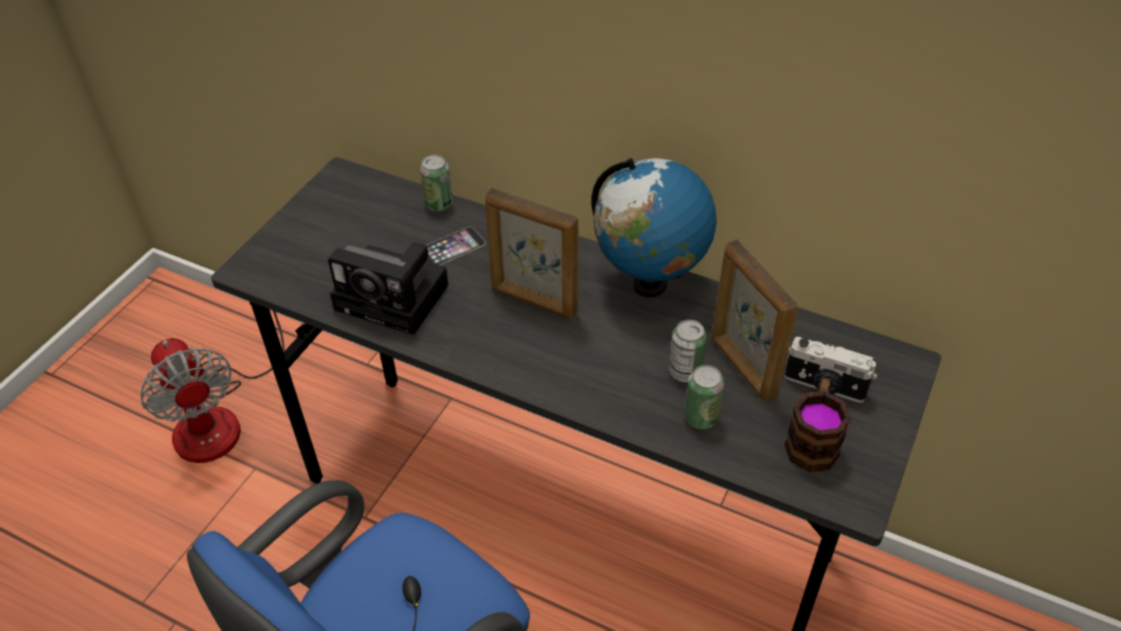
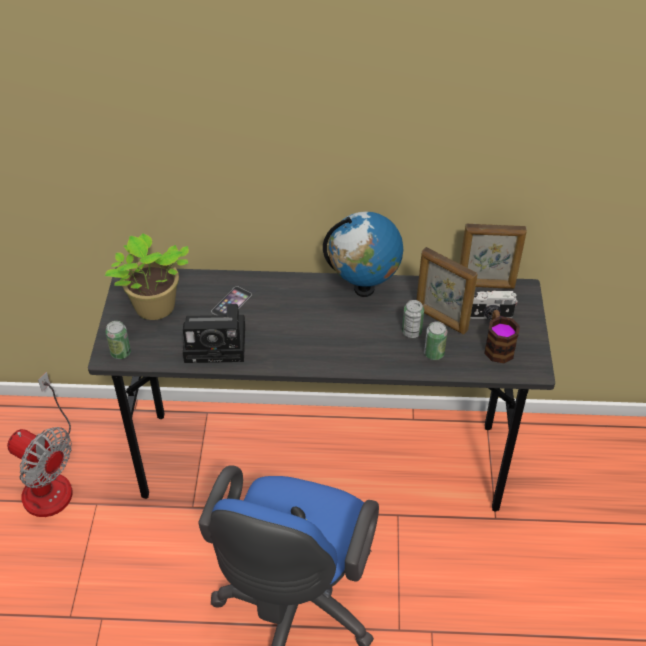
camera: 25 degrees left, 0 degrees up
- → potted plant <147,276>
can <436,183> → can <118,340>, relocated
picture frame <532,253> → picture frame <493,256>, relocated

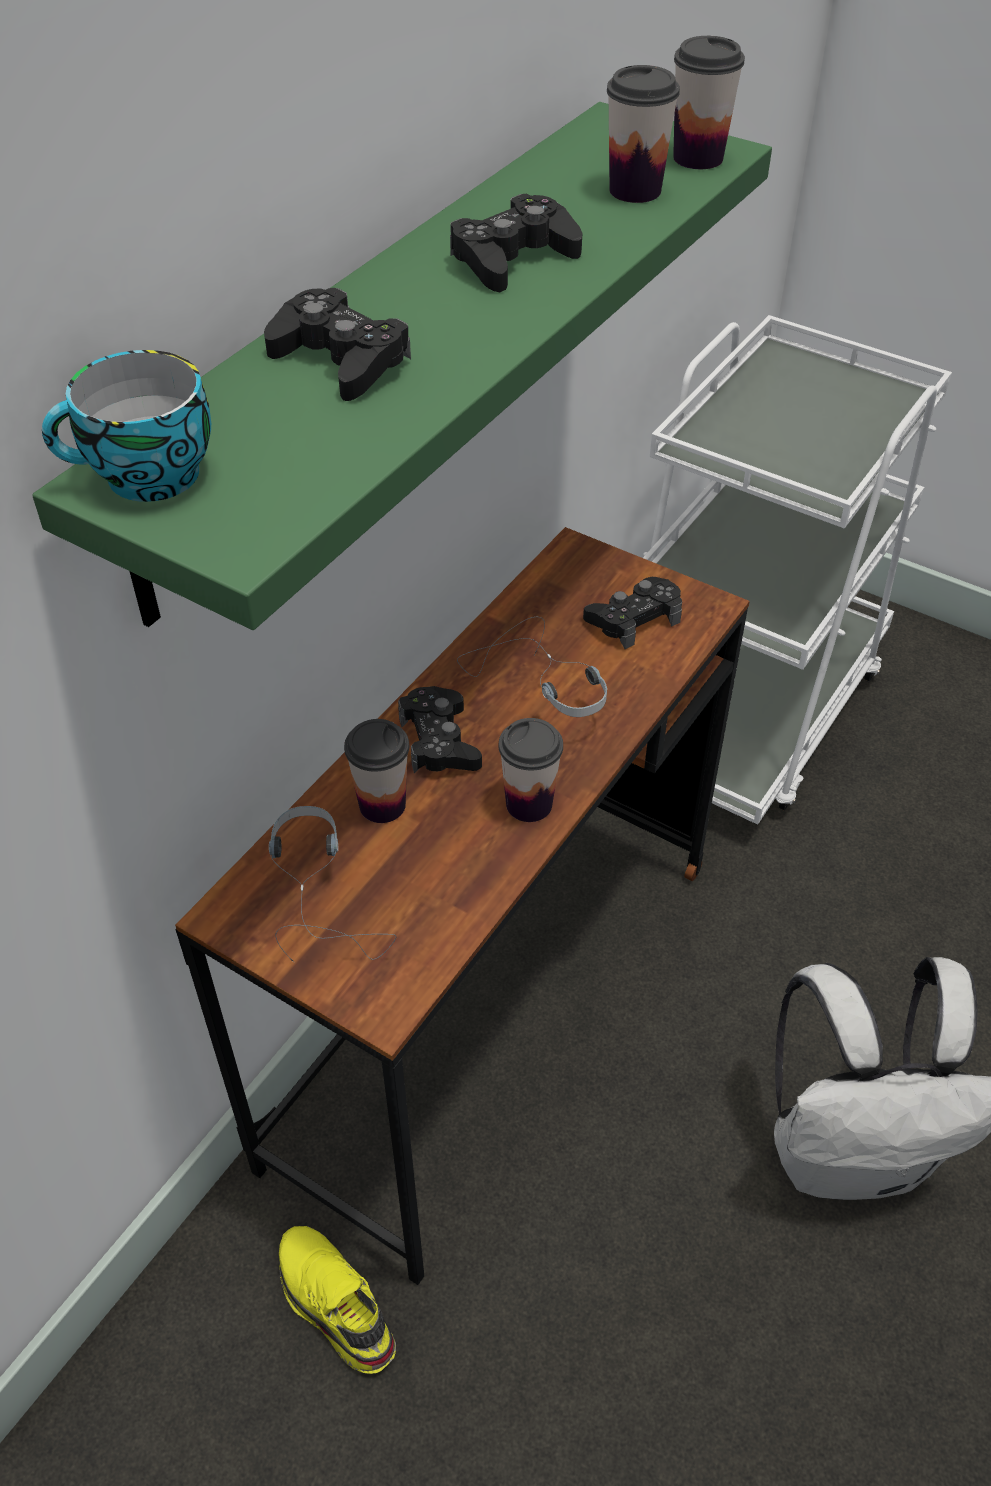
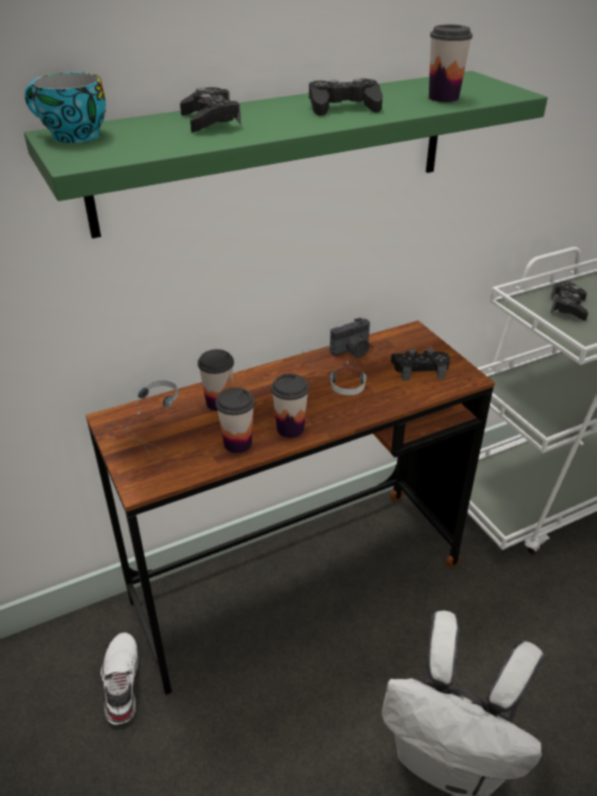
camera: 30 degrees right, 10 degrees down
- → photo camera <350,338>
black game controller <440,730> → black game controller <569,301>, relocated
cup <709,102> → cup <235,420>, relocated
yellow shoe <337,1300> → white shoe <120,679>

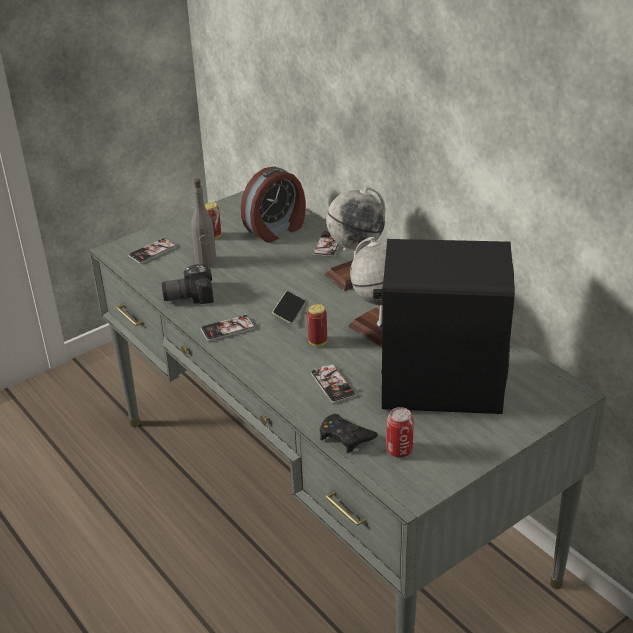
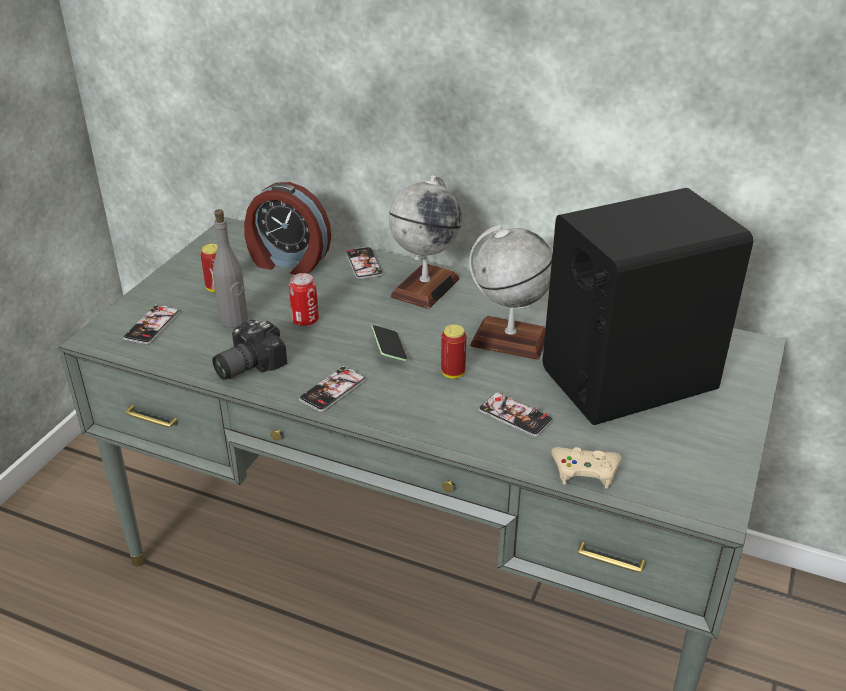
camera: 30 degrees left, 0 degrees up
can <400,432> → can <304,299>, relocated
black game controller <349,433> → beige game controller <586,468>
alarm clock <273,204> → alarm clock <287,228>, 90 degrees clockwise

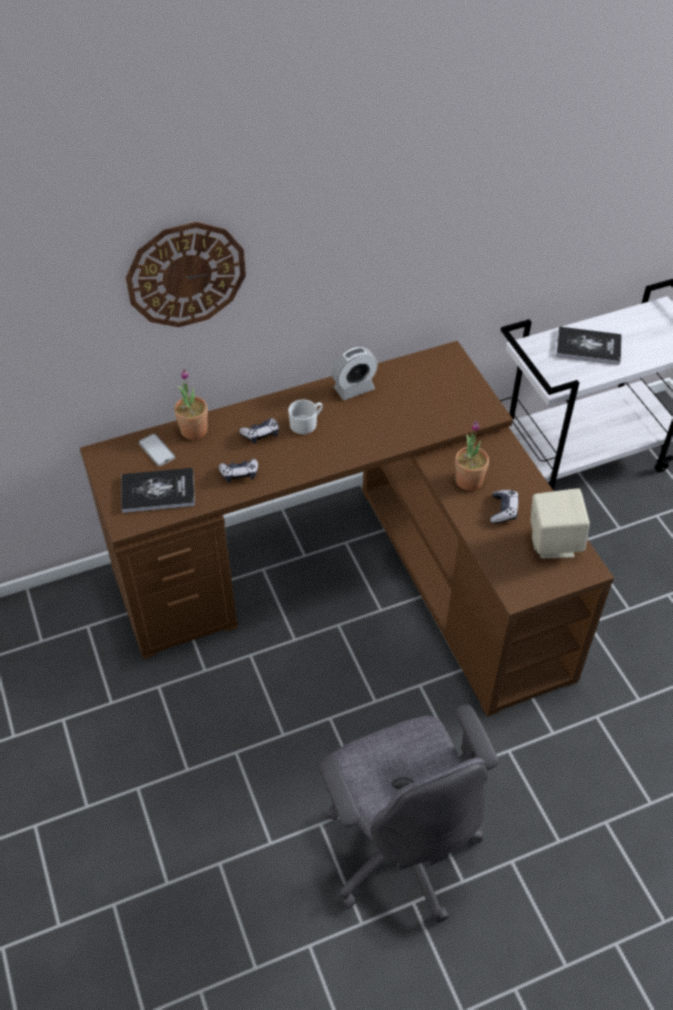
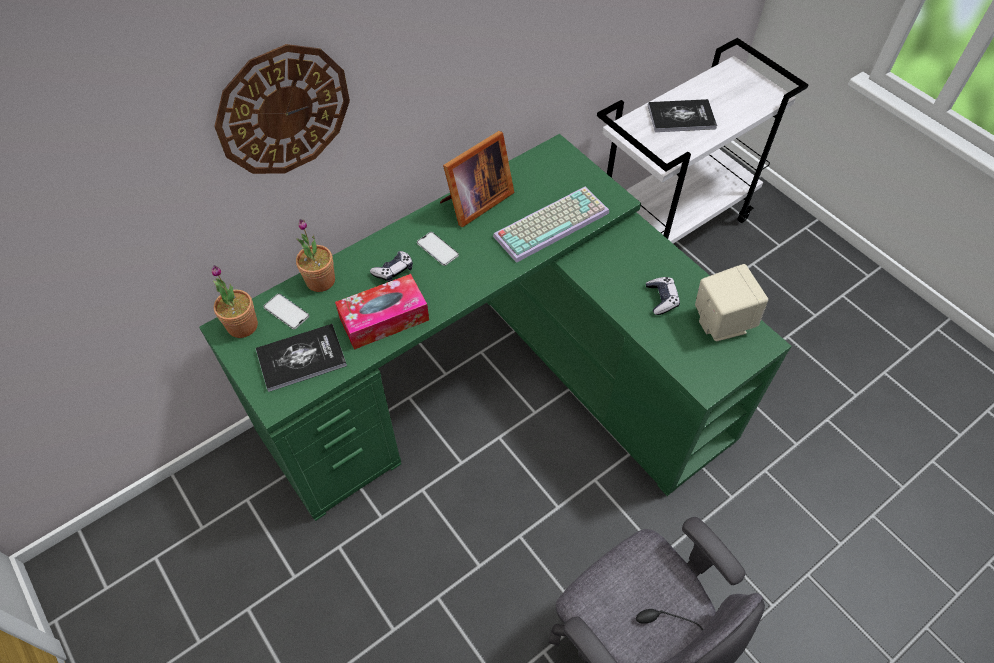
camera: 15 degrees left, 5 degrees up
- → keyboard <551,225>
potted plant <472,456> → potted plant <234,301>, relocated
game controller <238,470> → tissue box <382,312>
white mug <305,416> → phone <438,249>
alarm clock <355,373> → picture frame <477,179>
brown desk <347,529> → green desk <495,327>

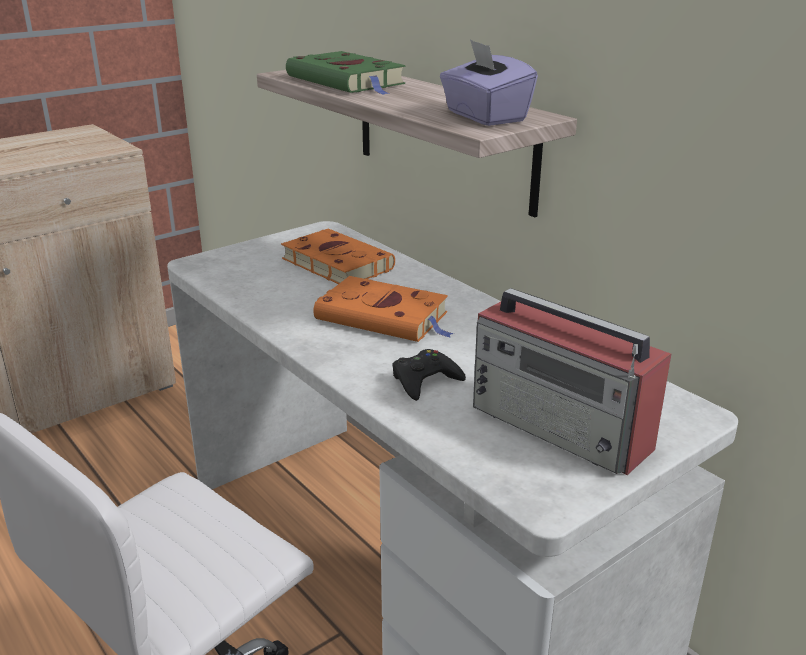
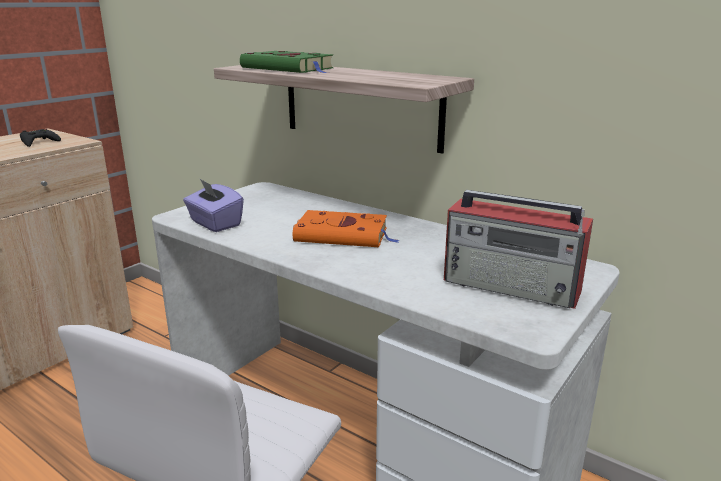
camera: 15 degrees left, 5 degrees down
orange book <338,256> → -
black game controller <429,375> → black game controller <40,138>, relocated
purple tissue box <489,82> → purple tissue box <213,205>, relocated

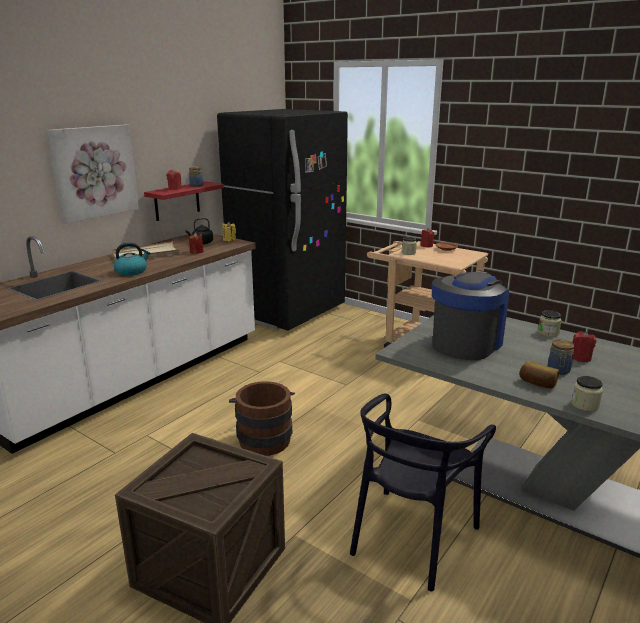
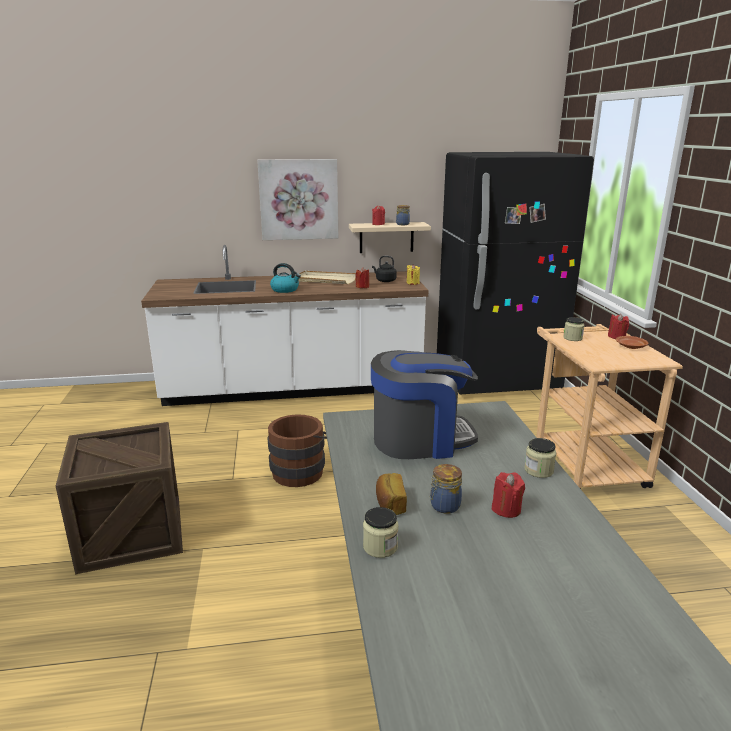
camera: 45 degrees right, 0 degrees up
black chair <423,492> → -
red shelf <184,201> → beige shelf <390,237>

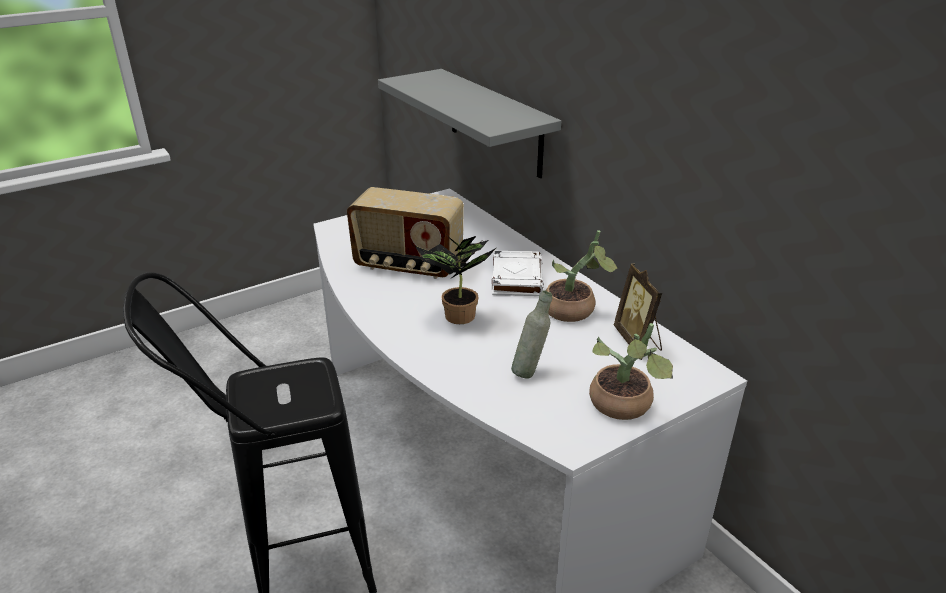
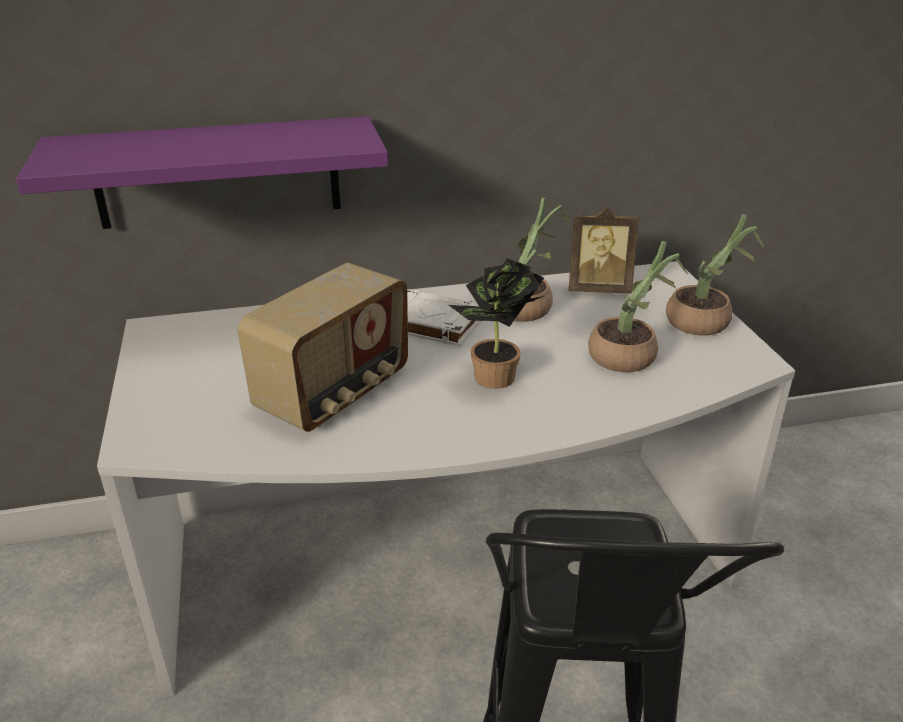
camera: 70 degrees left, 0 degrees up
grey bottle <531,334> → potted plant <638,306>
grey shelf <469,123> → purple shelf <202,172>

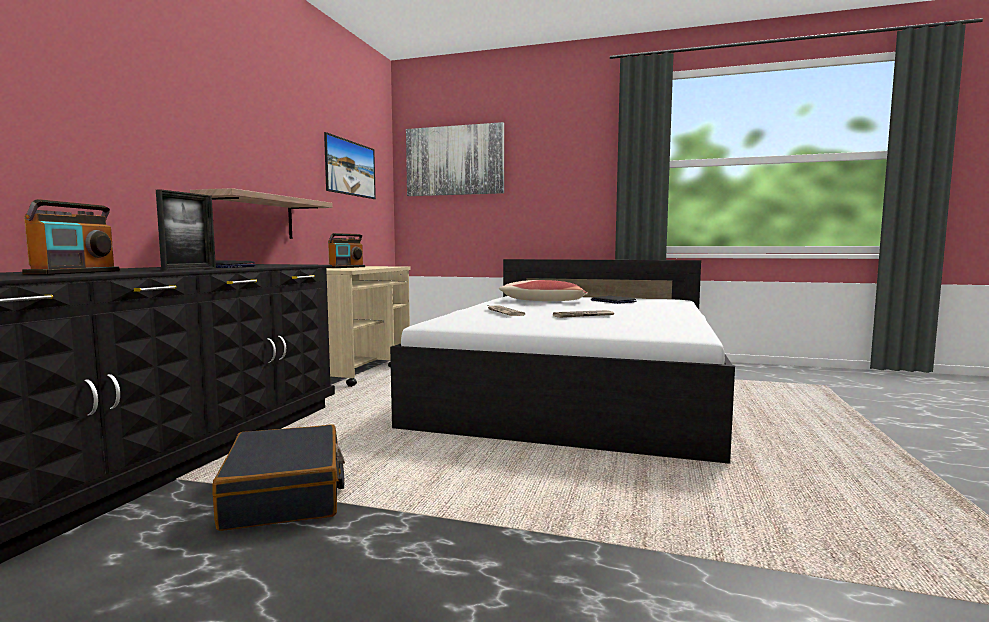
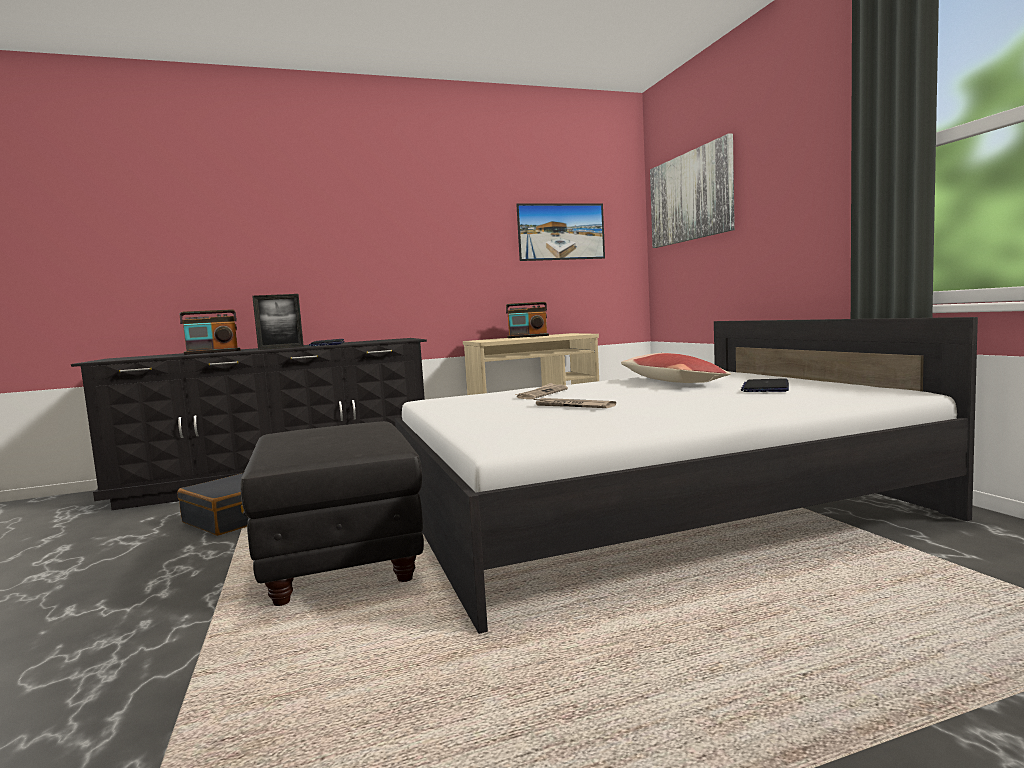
camera: 55 degrees right, 0 degrees up
shelf <261,213> → -
- → black ottoman <332,513>

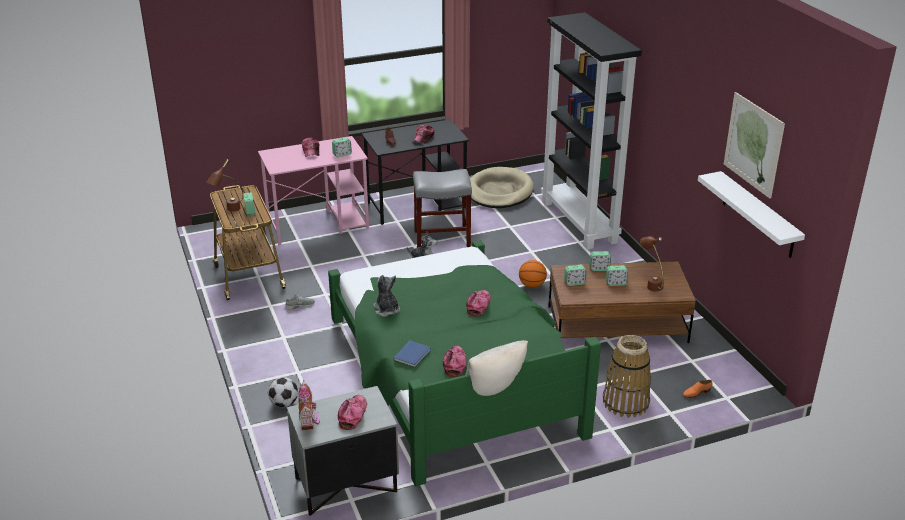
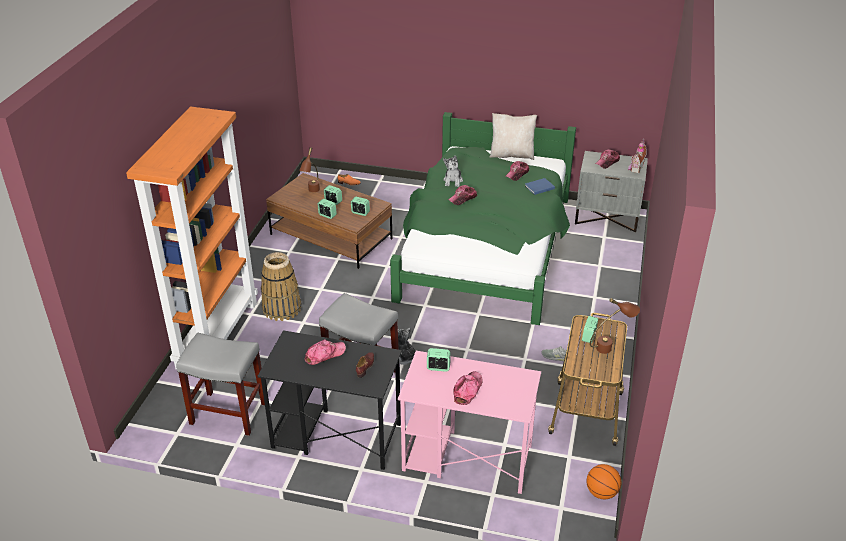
camera: 145 degrees left, 5 degrees up
football <283,392> → -
white shelf <751,214> → -
picture <754,145> → -
plush toy <386,296> → plush toy <453,171>, relocated
basketball <533,274> → basketball <603,481>, relocated
basket <627,376> → basket <281,286>, relocated
beige dog bed <502,187> → grey stool <220,384>
black bookcase <591,131> → orange bookcase <192,238>

